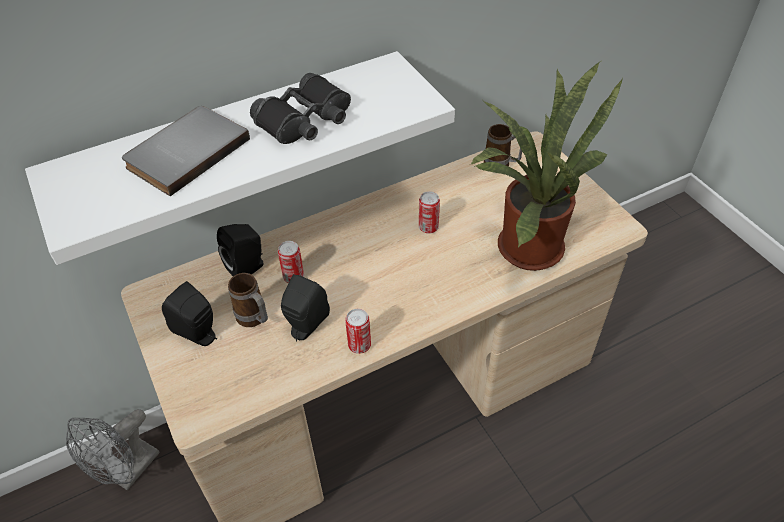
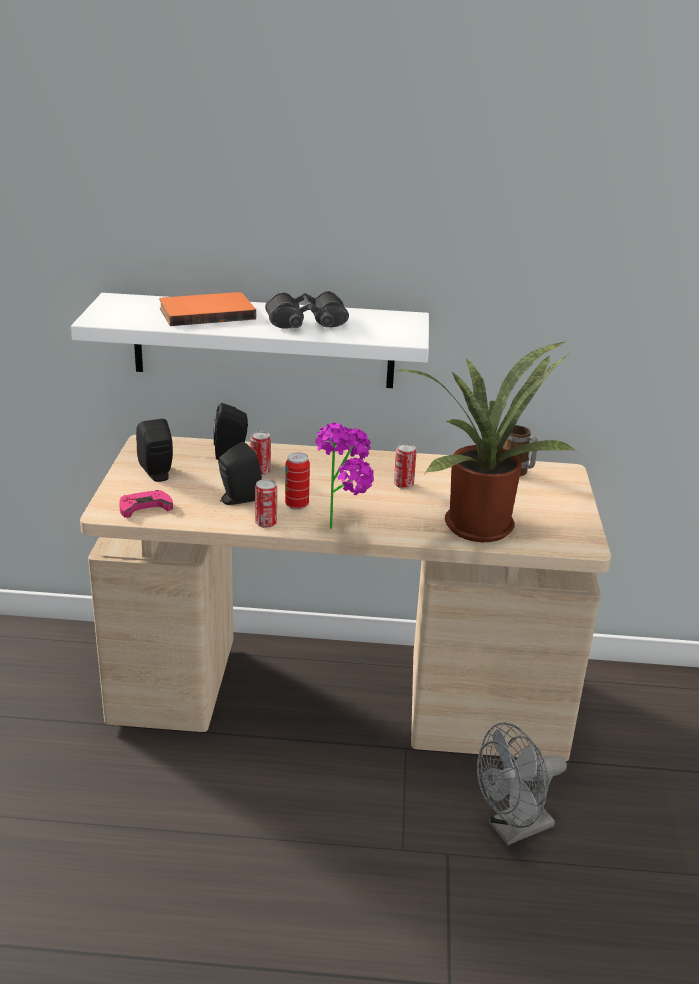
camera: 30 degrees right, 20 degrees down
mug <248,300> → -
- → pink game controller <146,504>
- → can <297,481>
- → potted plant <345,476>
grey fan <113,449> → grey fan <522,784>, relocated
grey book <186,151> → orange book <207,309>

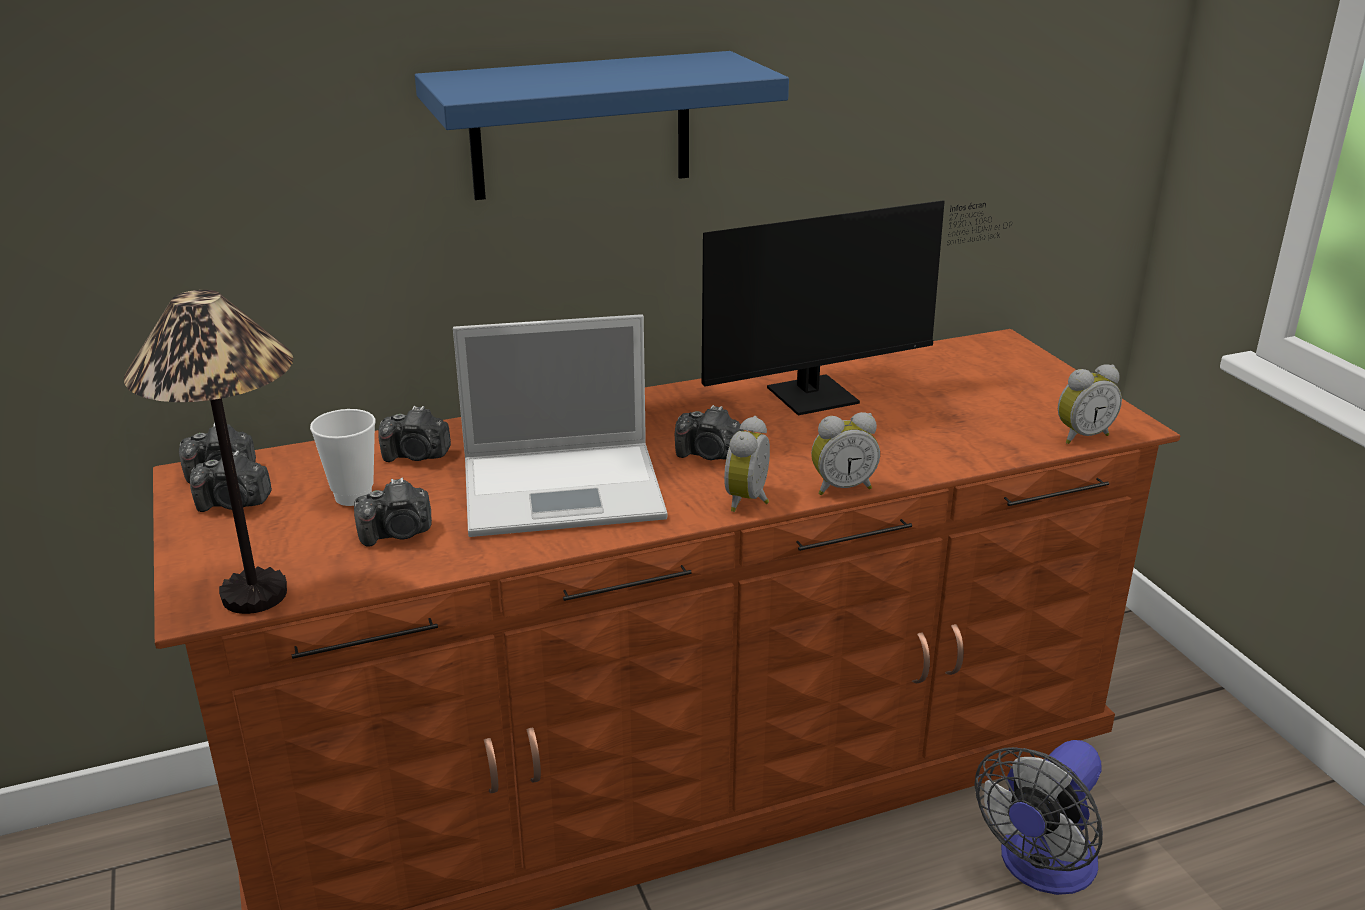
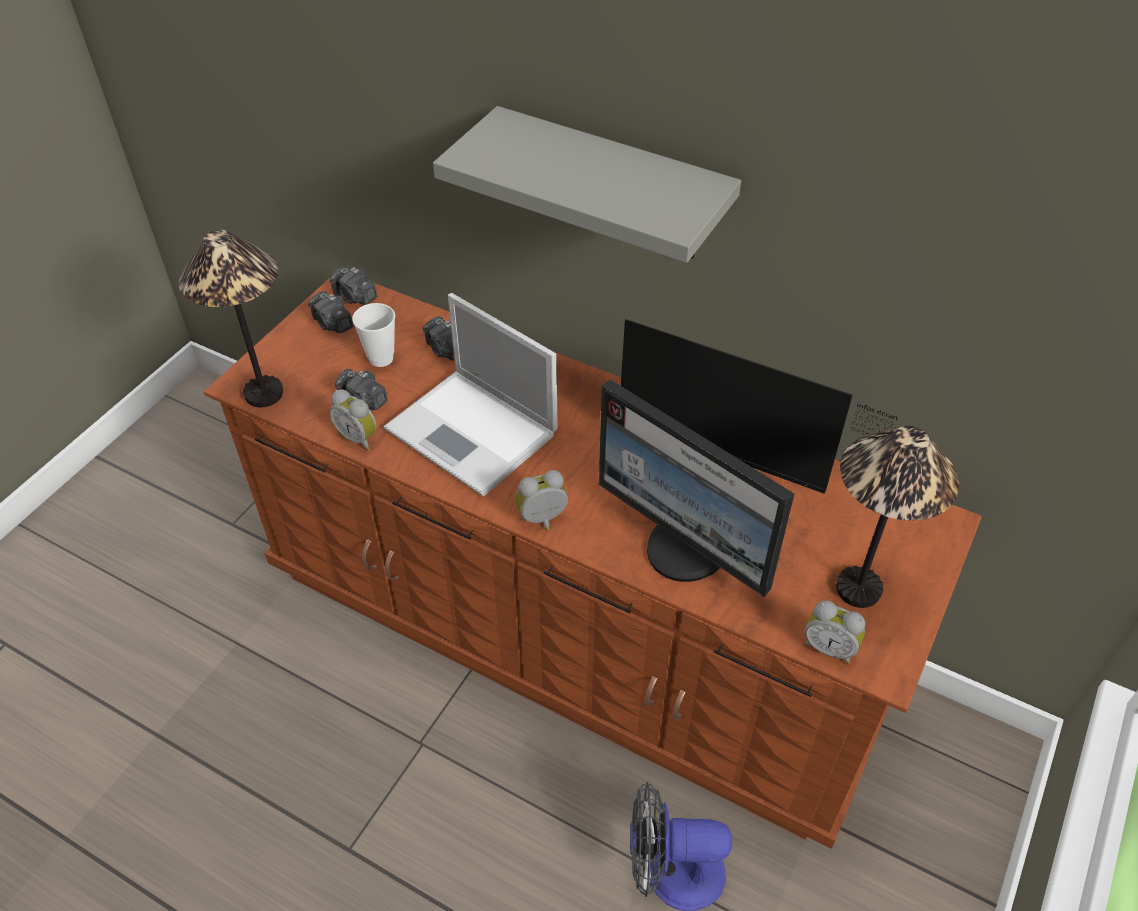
camera: 50 degrees right, 20 degrees up
photo camera <709,432> → -
- → monitor <696,488>
- → table lamp <897,517>
alarm clock <845,453> → alarm clock <353,419>, relocated
blue shelf <602,125> → grey shelf <587,184>

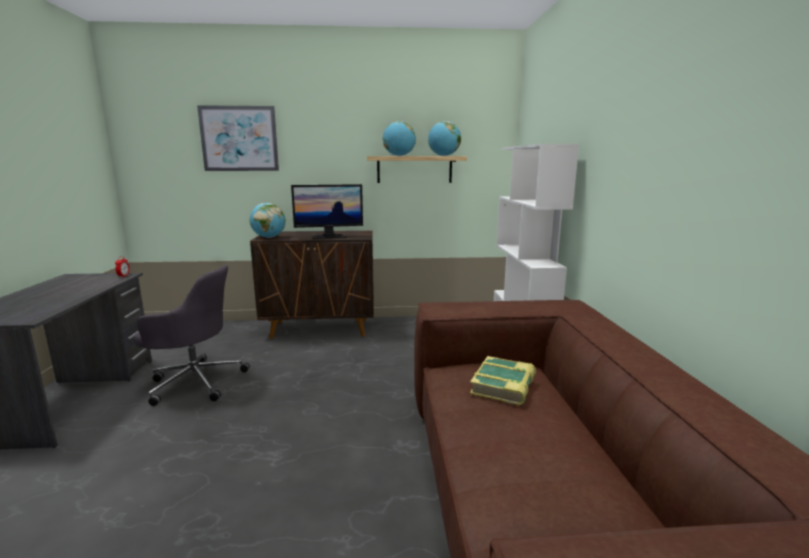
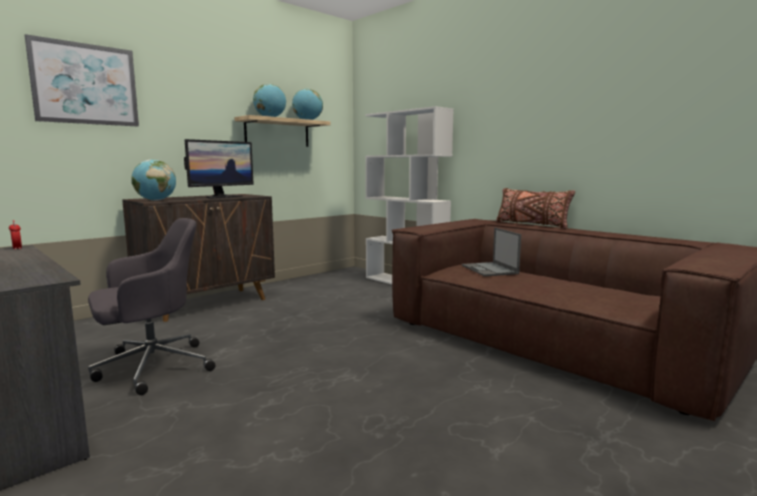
camera: 40 degrees left, 5 degrees down
- → brown pillow <535,208>
book <503,381> → laptop <491,252>

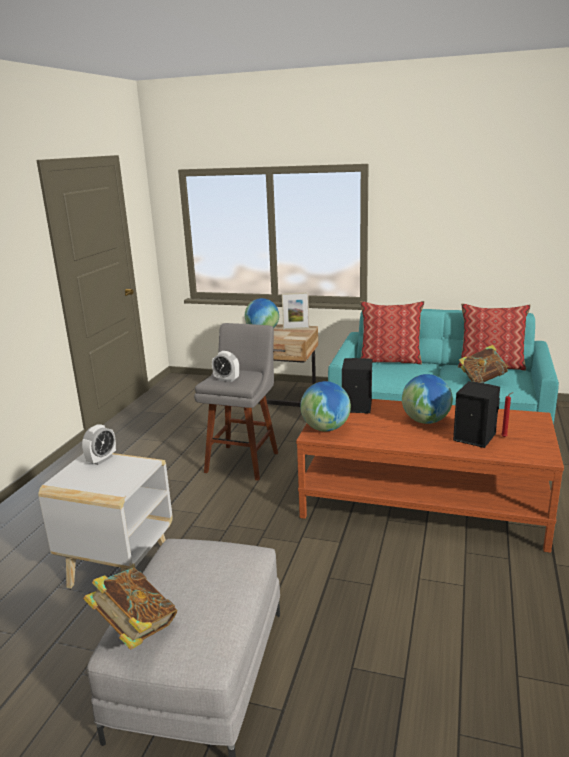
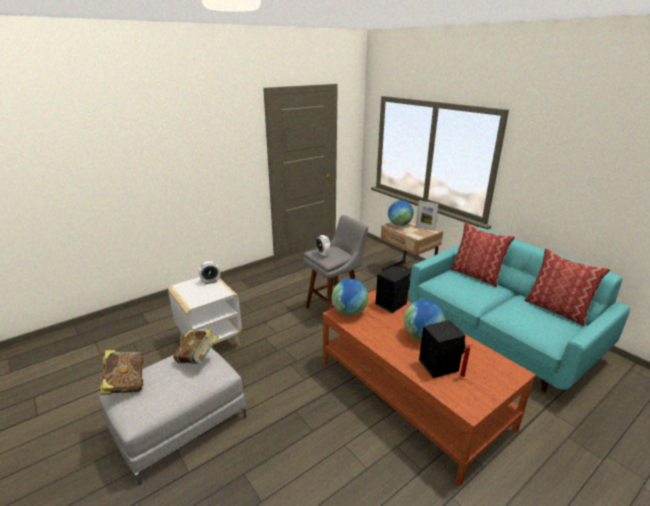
camera: 35 degrees right, 5 degrees up
book <484,364> → book <196,347>, relocated

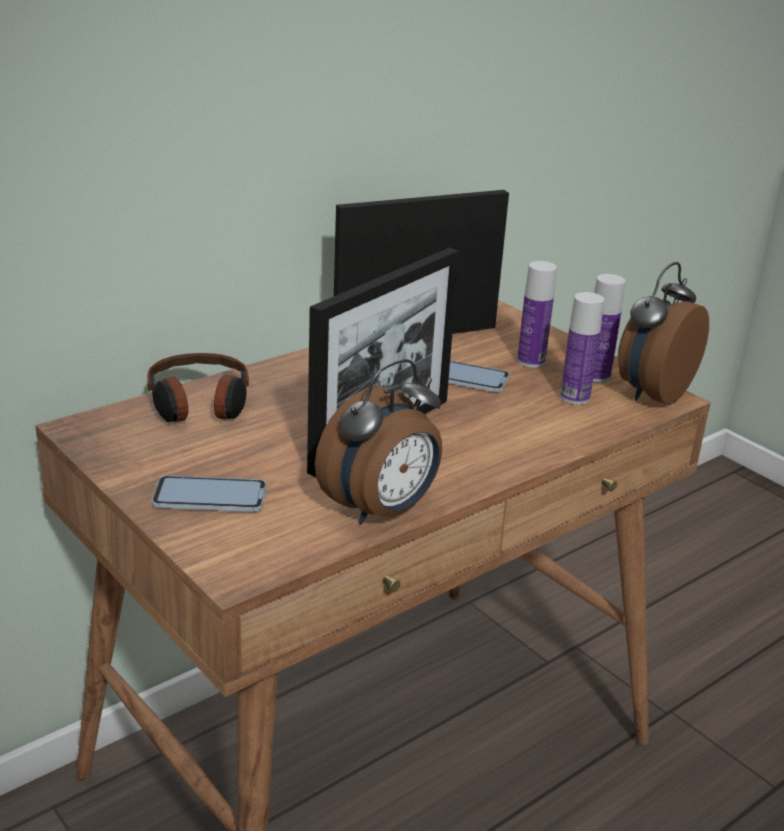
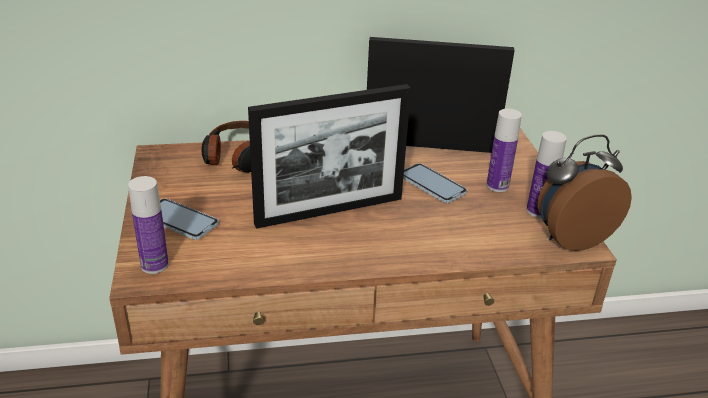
camera: 30 degrees right, 5 degrees up
alarm clock <378,442> → -
bottle <582,348> → bottle <148,225>, relocated

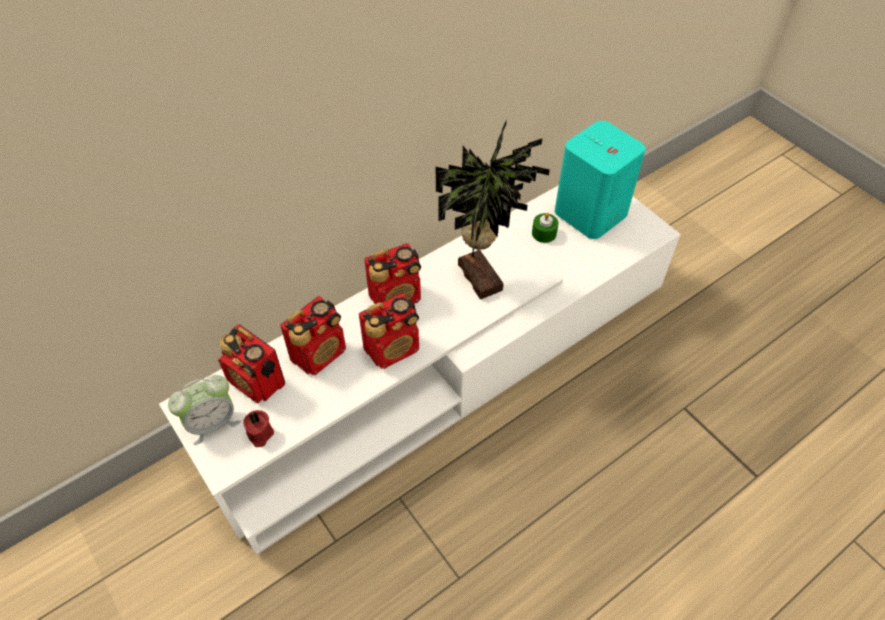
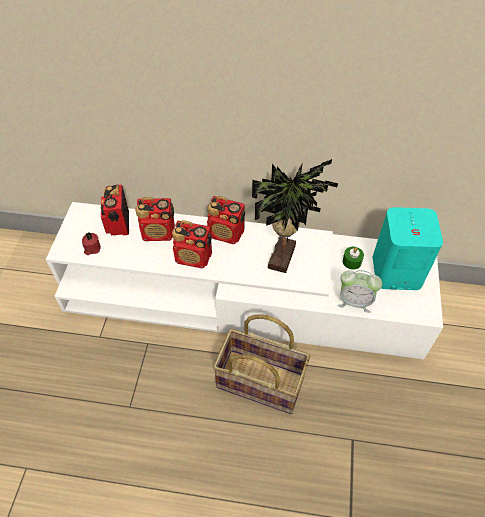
camera: 45 degrees right, 0 degrees up
- → basket <261,364>
alarm clock <204,410> → alarm clock <359,291>, relocated

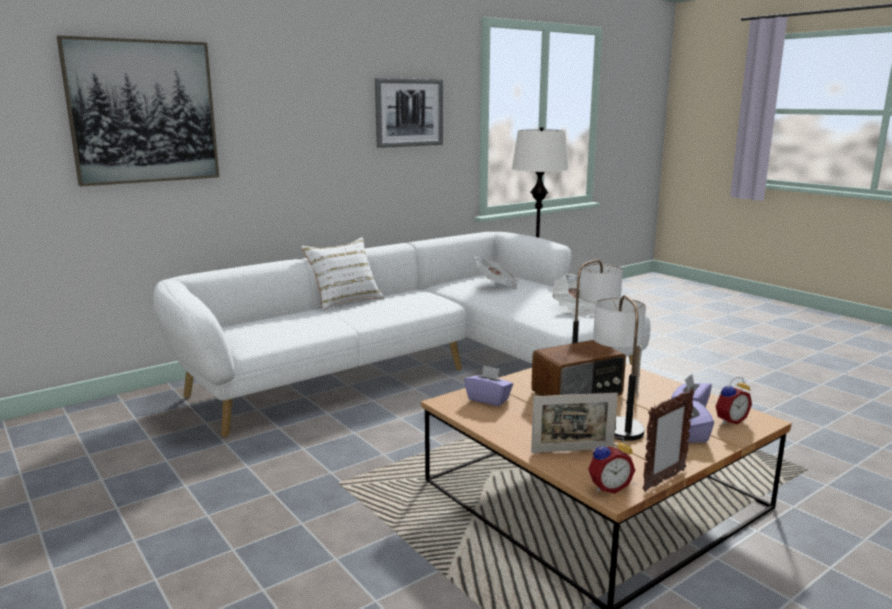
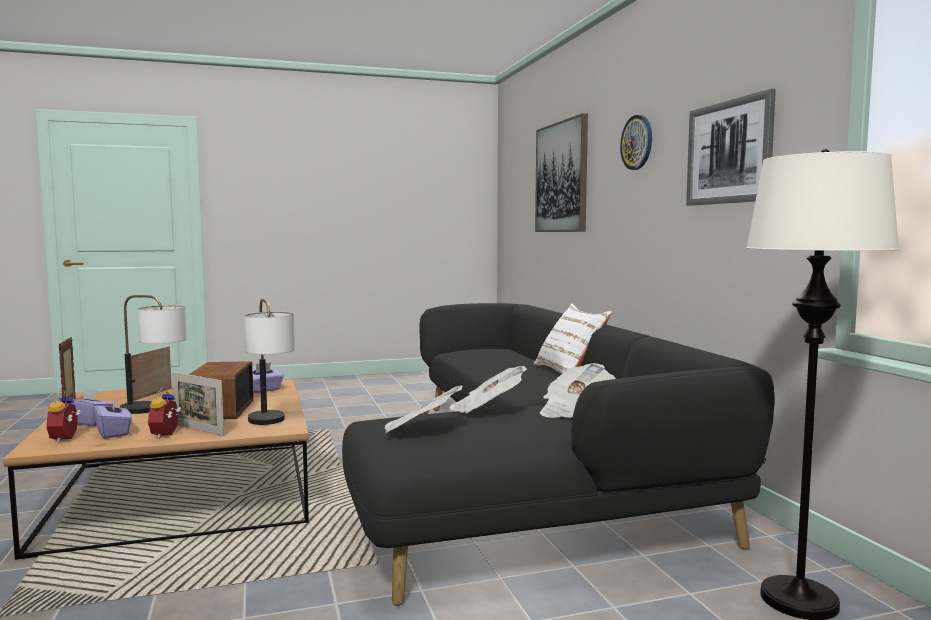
camera: 110 degrees right, 10 degrees down
- → newspaper <488,389>
- → wall clock <636,142>
alarm clock <611,464> → alarm clock <164,413>, relocated
white sofa <401,334> → black sofa <558,454>

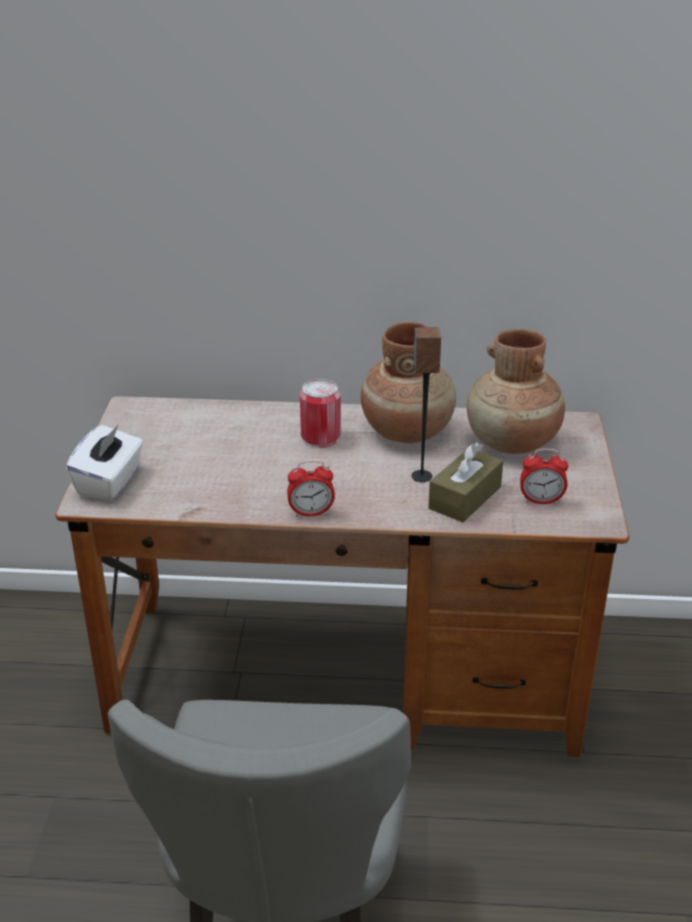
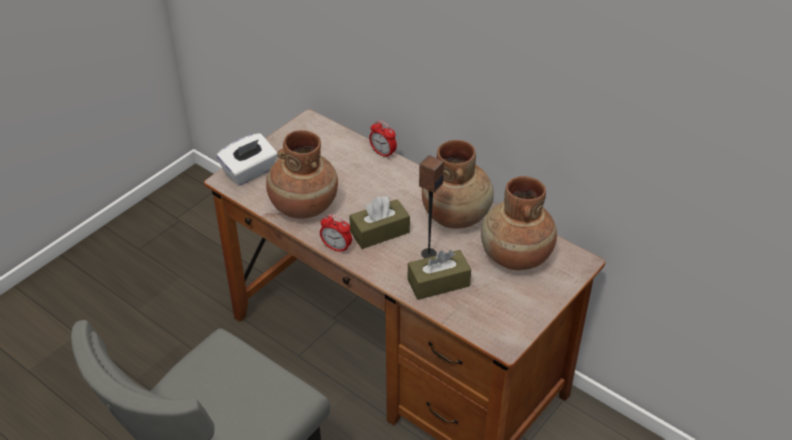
camera: 35 degrees right, 10 degrees up
can <320,413> → -
- → brown vase <302,174>
- → brown tissue box <379,222>
alarm clock <544,476> → alarm clock <383,139>, relocated

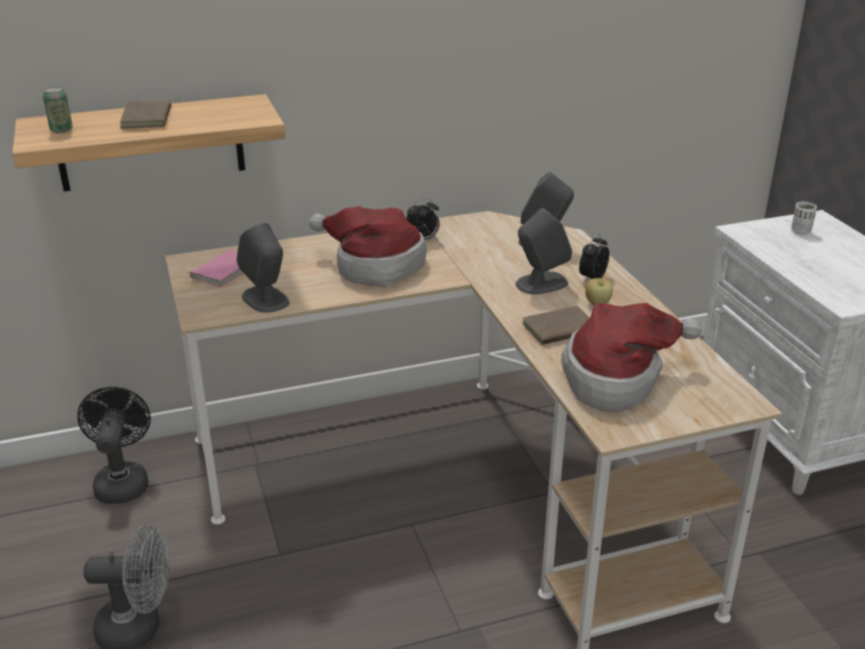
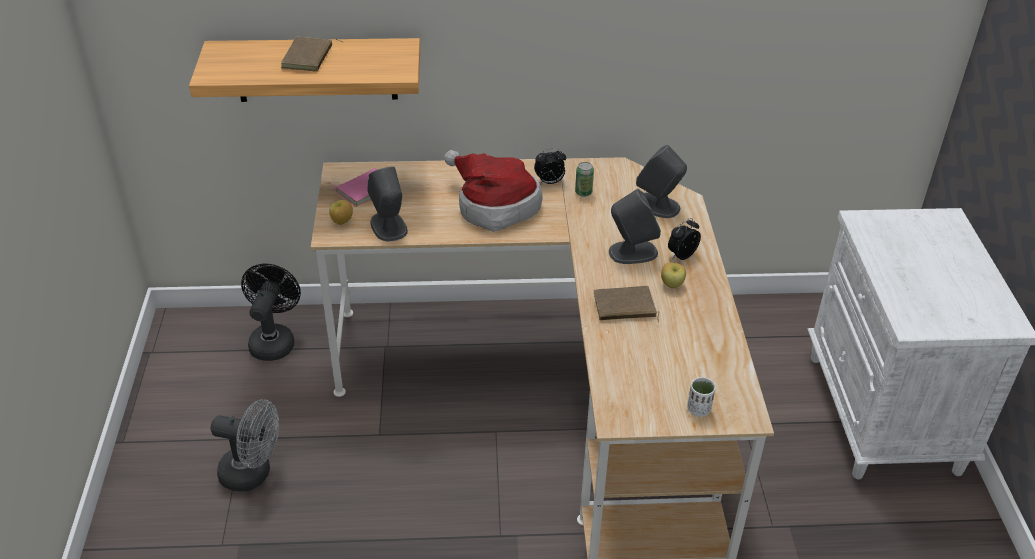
camera: 15 degrees right, 10 degrees up
hat <631,357> → -
- → apple <341,212>
can <58,110> → can <584,179>, relocated
white cup <804,218> → white cup <701,397>, relocated

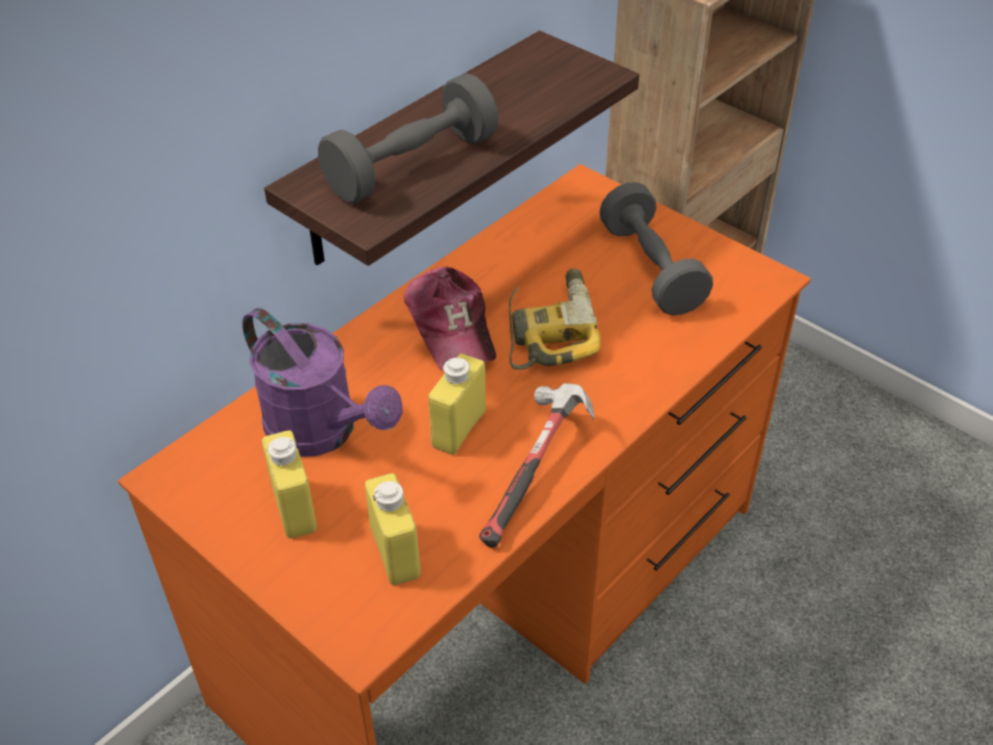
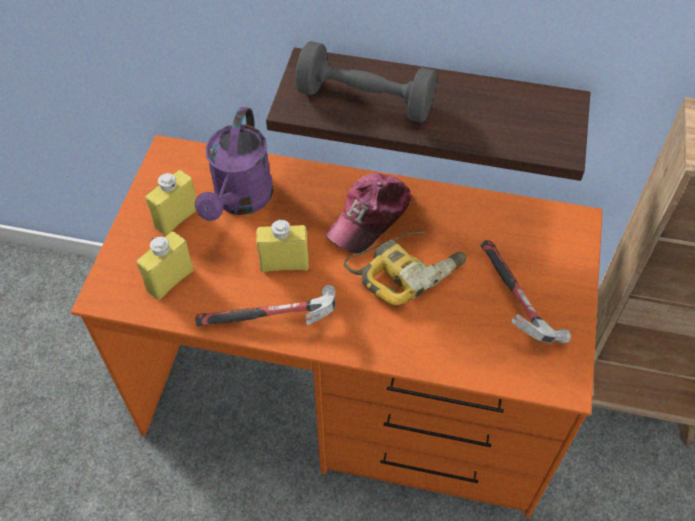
camera: 60 degrees right, 10 degrees up
grey dumbbell <656,248> → hammer <525,292>

